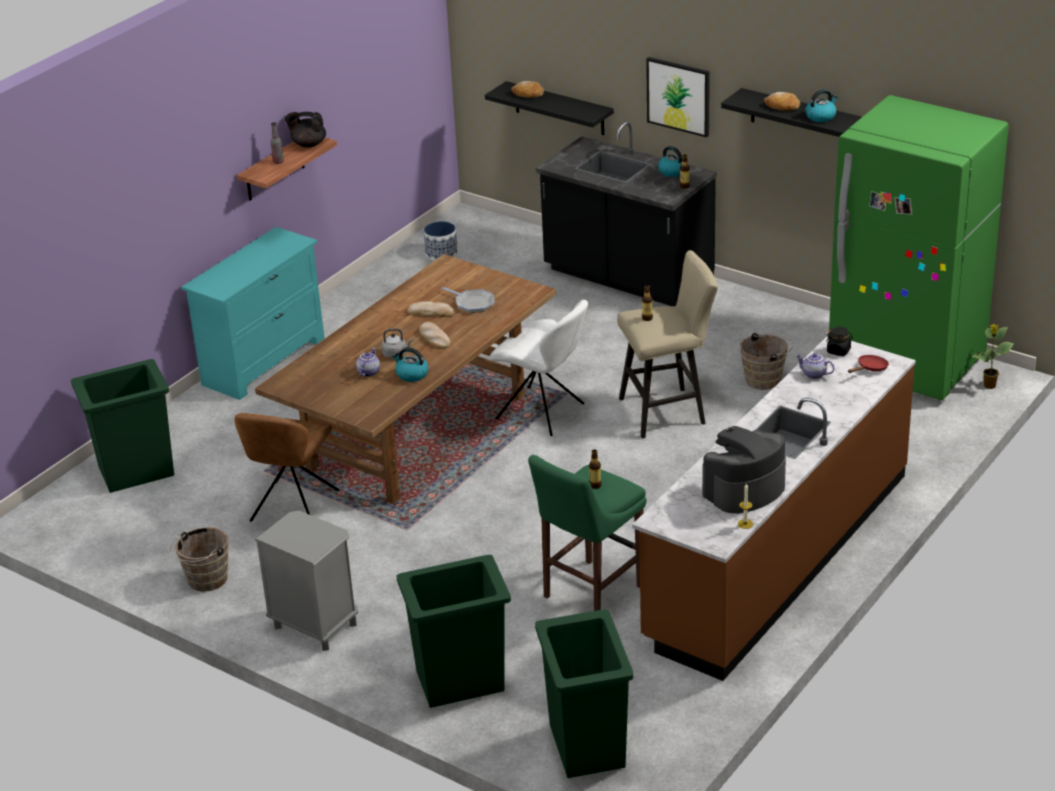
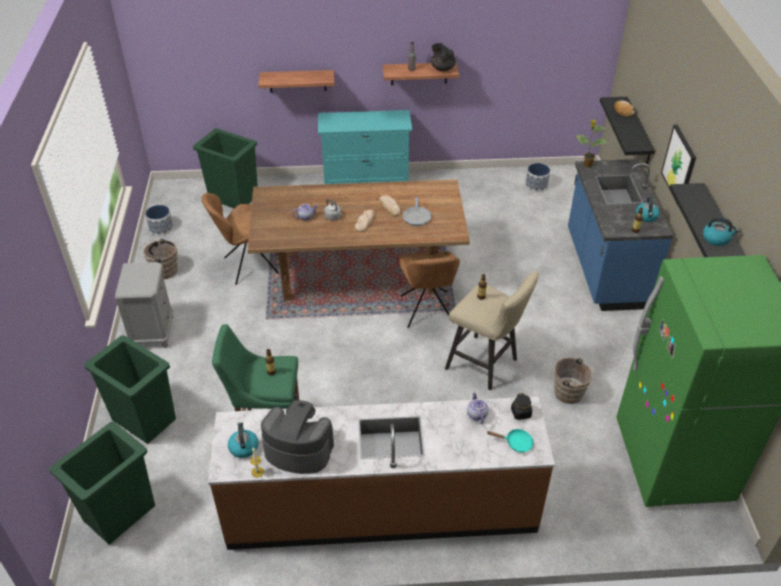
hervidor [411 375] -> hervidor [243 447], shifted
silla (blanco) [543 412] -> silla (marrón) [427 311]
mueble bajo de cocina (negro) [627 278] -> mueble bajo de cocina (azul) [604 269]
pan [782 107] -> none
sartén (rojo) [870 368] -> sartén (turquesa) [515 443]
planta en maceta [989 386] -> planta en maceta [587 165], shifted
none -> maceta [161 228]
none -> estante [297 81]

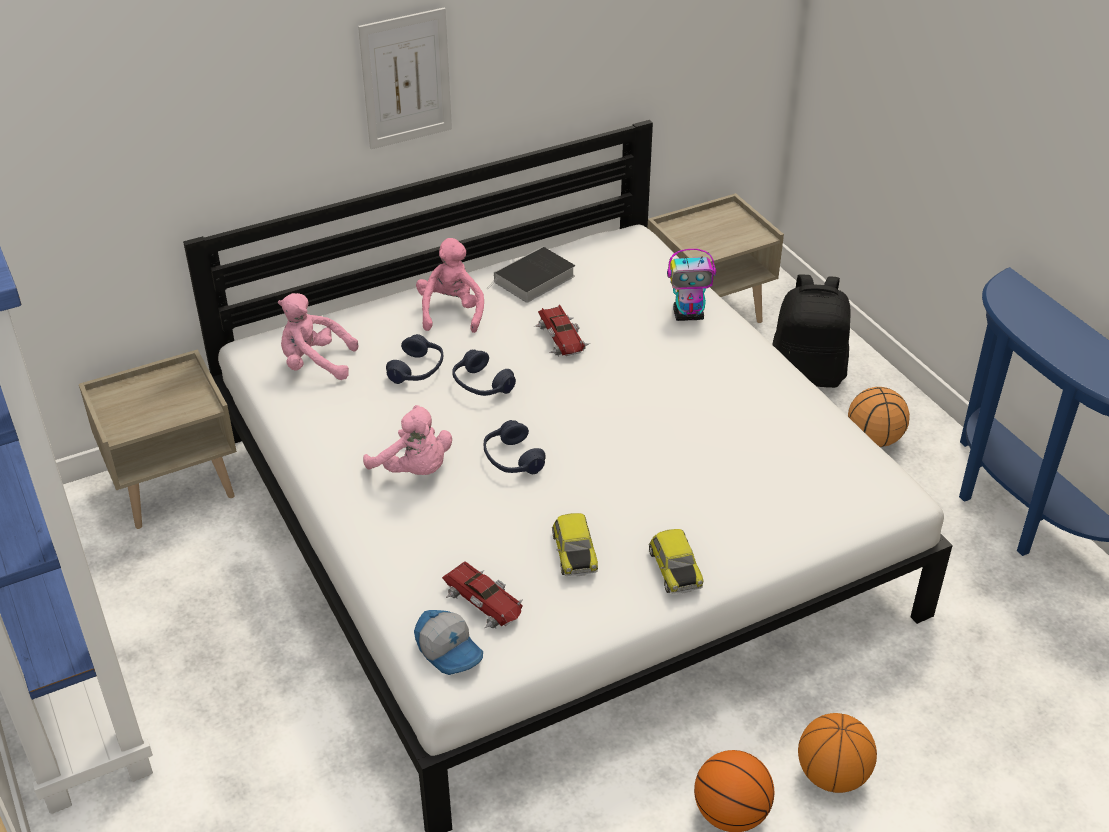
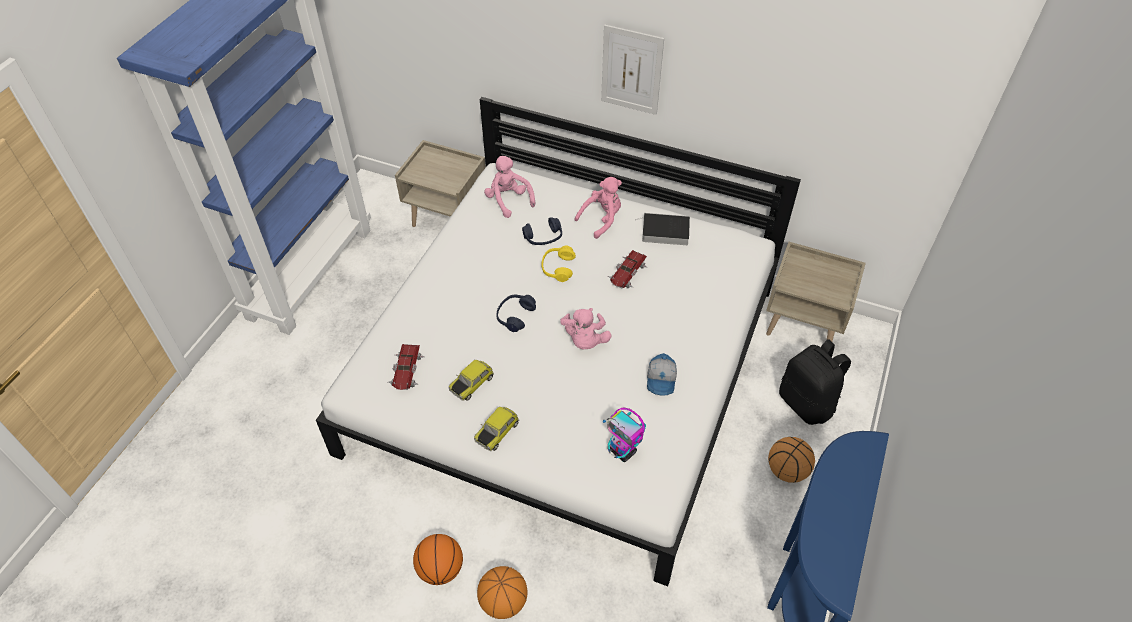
peluche (rosa) [414 470] -> peluche (rosa) [585 340], shifted
gorra [450 650] -> gorra [662 380], shifted
auriculares (azul) [481 385] -> auriculares (amarillo) [558 268]
robot de juguete [689 315] -> robot de juguete [623 451], shifted

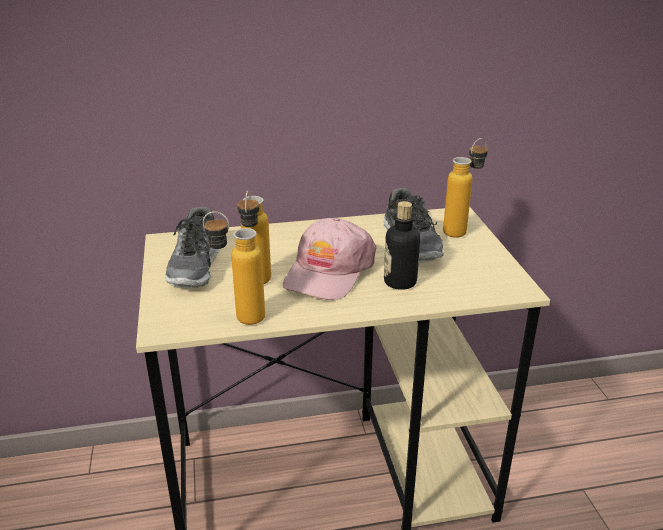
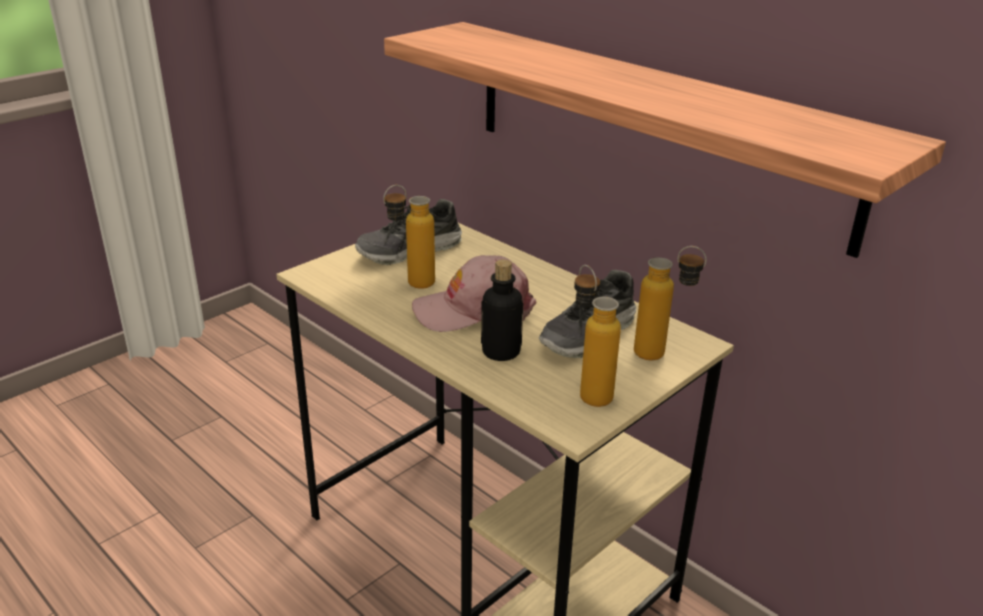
botella [238 317] -> botella [588 391], shifted
none -> estante [652 128]

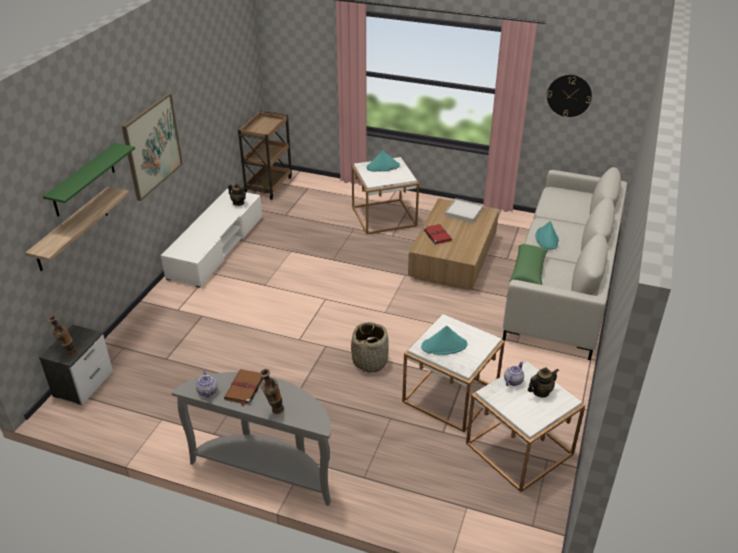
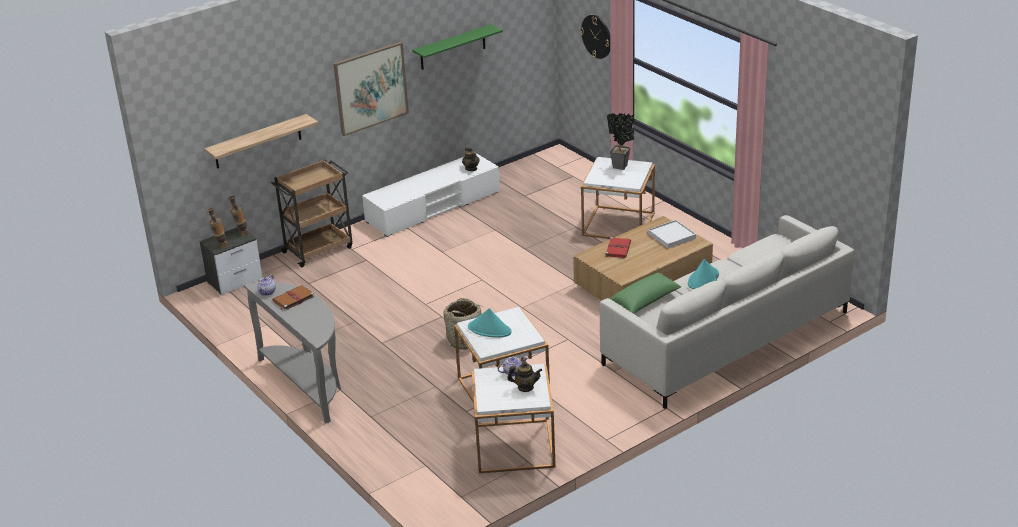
estante (verde) [83 180] -> estante (verde) [452 47], shifted
carrito (marrón) [268 185] -> carrito (marrón) [319 249], shifted
florero [274 411] -> florero [241 233], shifted
sombrero (turquesa) [383 167] -> planta en maceta [622 167]
reloj de pared [569 95] -> reloj de pared [596 36], shifted

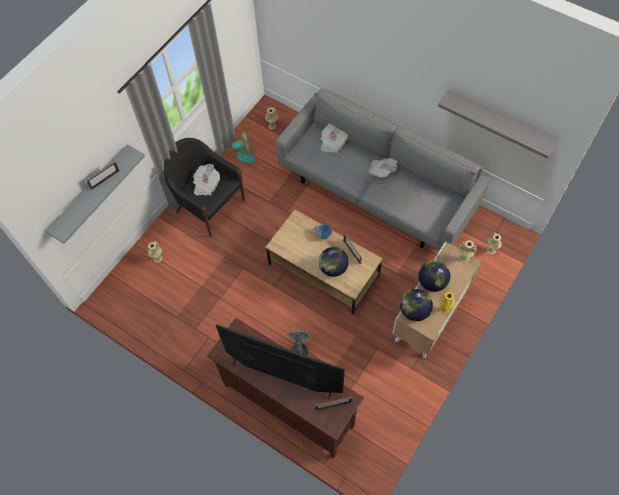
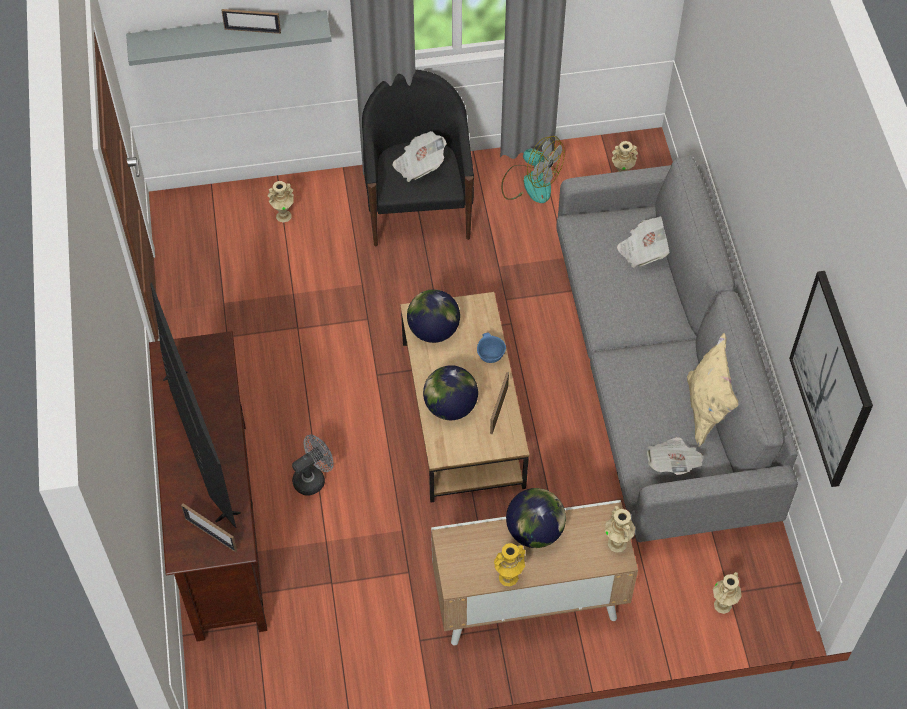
periódico [382 171] -> periódico [672 463], shifted
globo terráqueo [414 311] -> globo terráqueo [433 330], shifted
estante (gris) [499 122] -> cuadro [832 379]
none -> cojín (beis) [706 410]

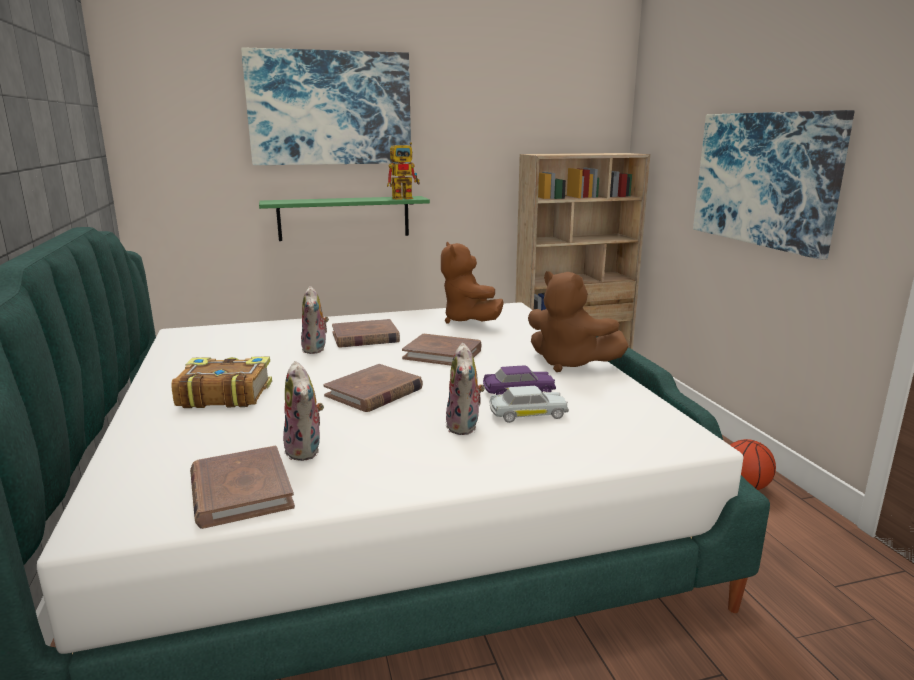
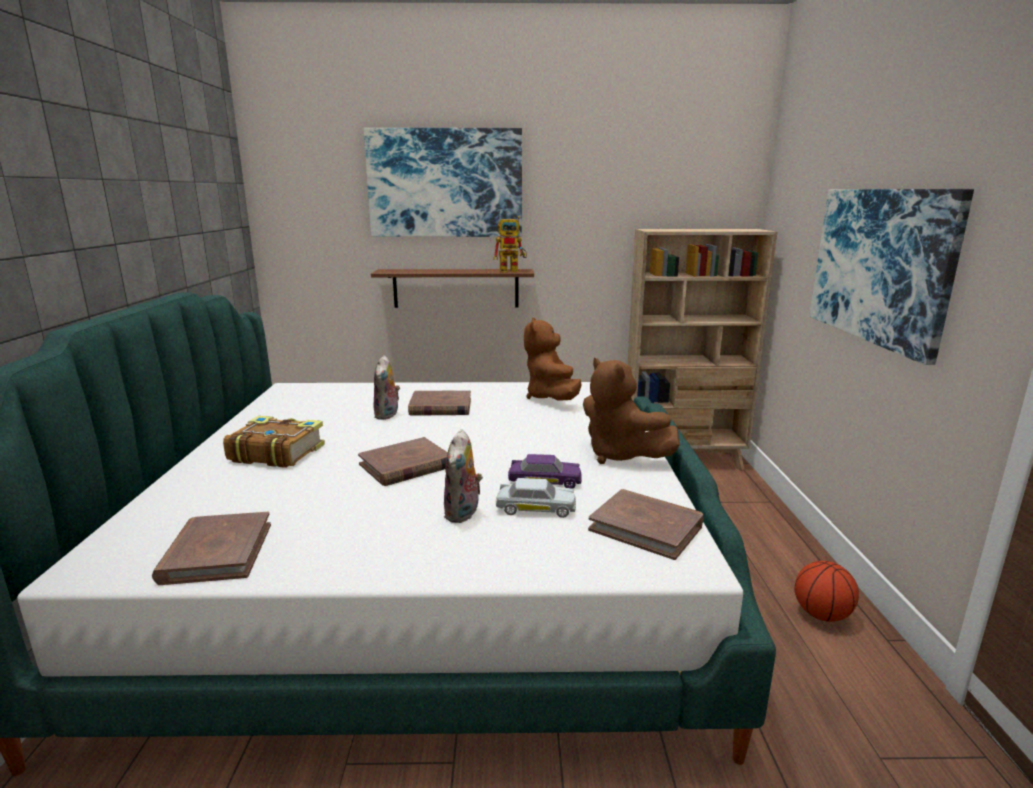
estante (verde) [344 218] -> estante (marrón) [456 288]
peluche [306 450] -> none
libro (marrón) [442 354] -> libro (marrón) [646 527], shifted

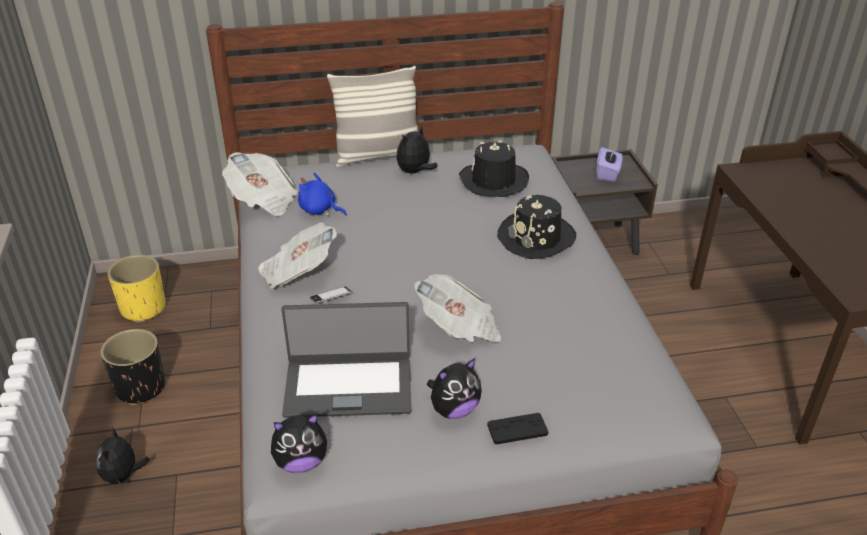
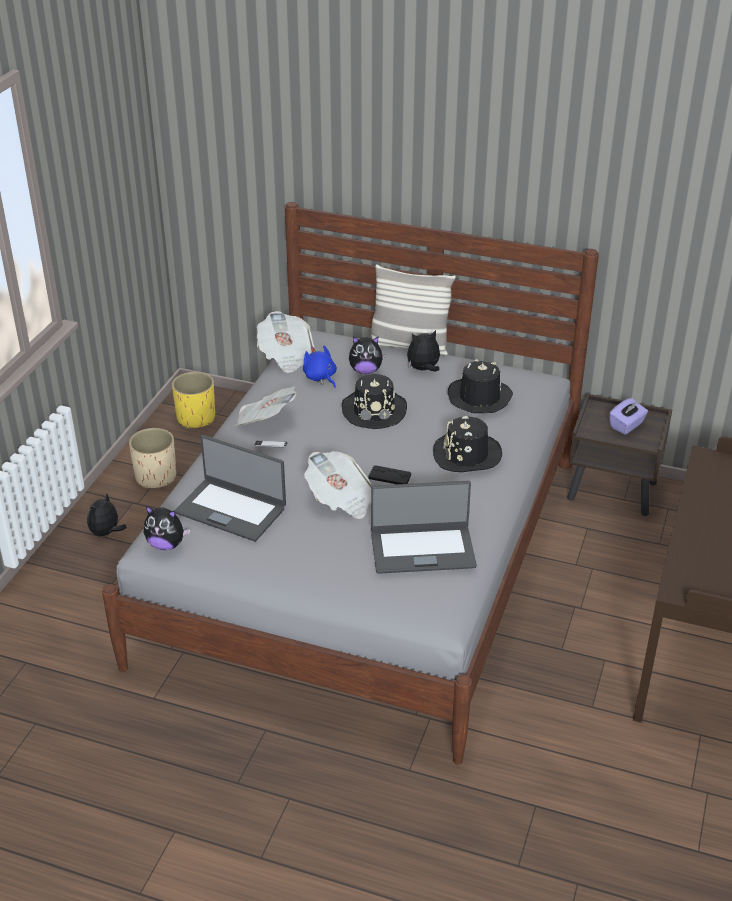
maceta (negro) [140 387] -> maceta (beis) [155 477]
peluche [454 410] -> peluche [365 371], shifted
mando de consola (negro) [517 429] -> mando de consola (negro) [389 476], shifted
none -> sombrero (negro) [374 410]
none -> portátil [422 549]

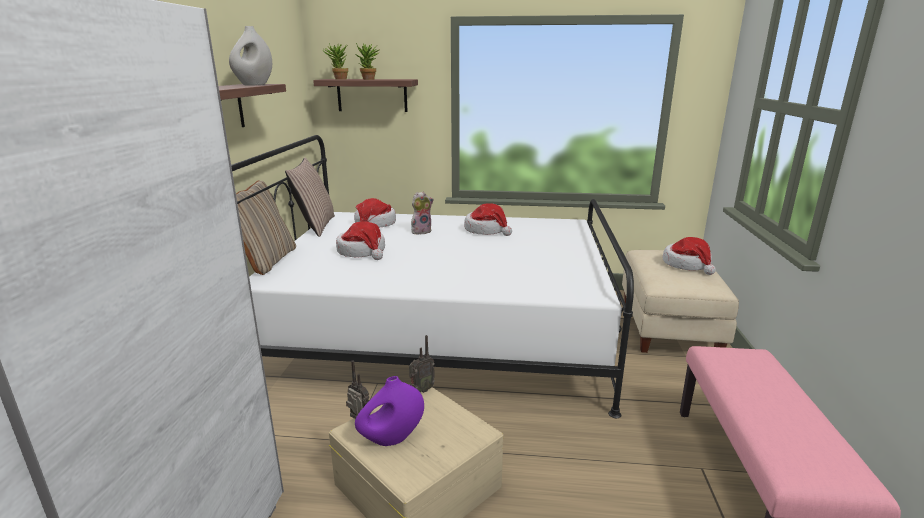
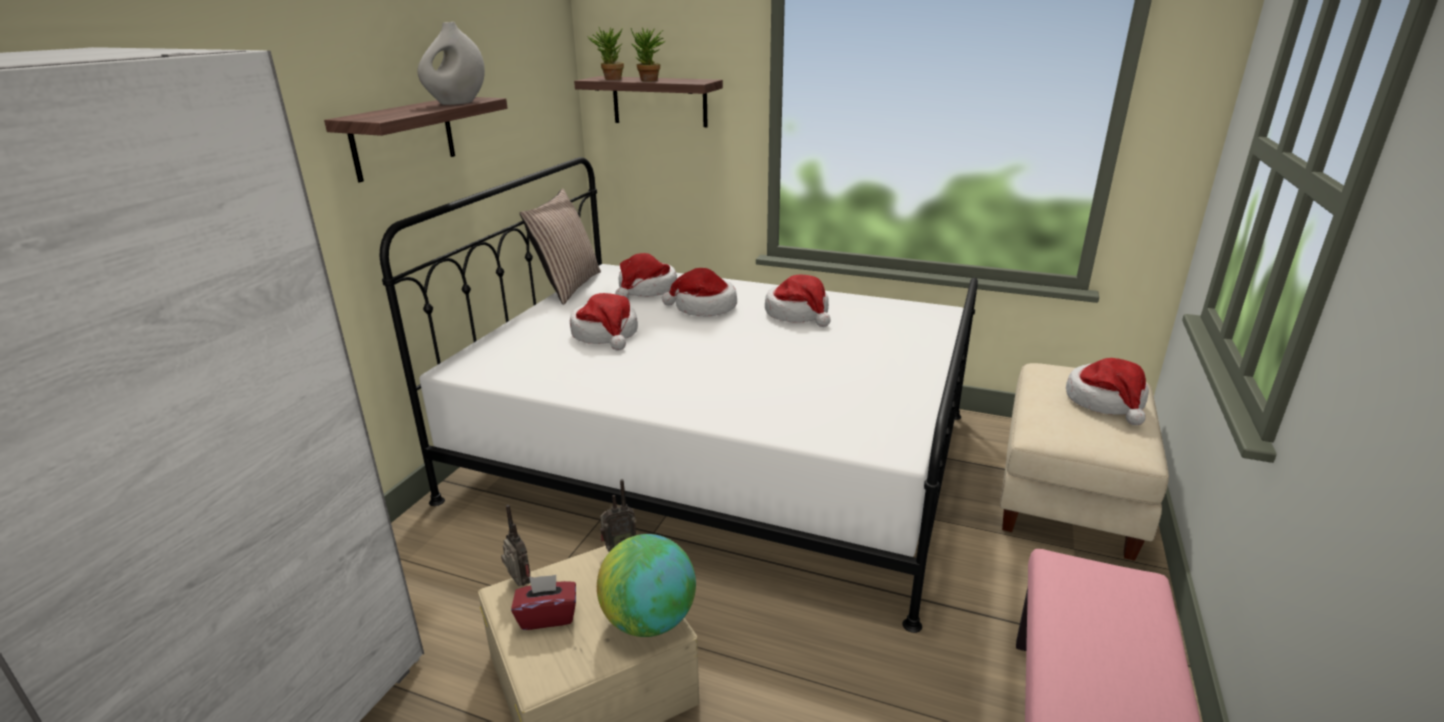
cojín (beis) [266 261] -> none
florero (morado) [391 439] -> caja de pañuelos (rojo) [547 616]
peluche [421 231] -> sombrero [703 307]
none -> globo terráqueo [649 621]

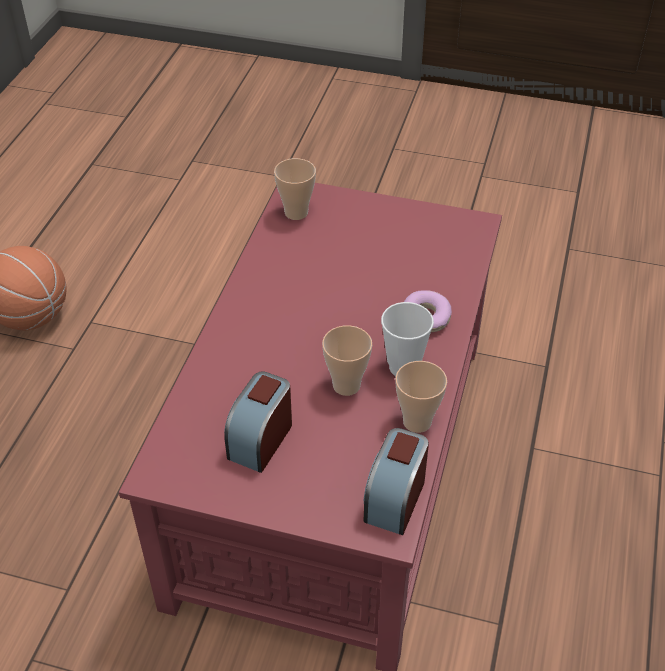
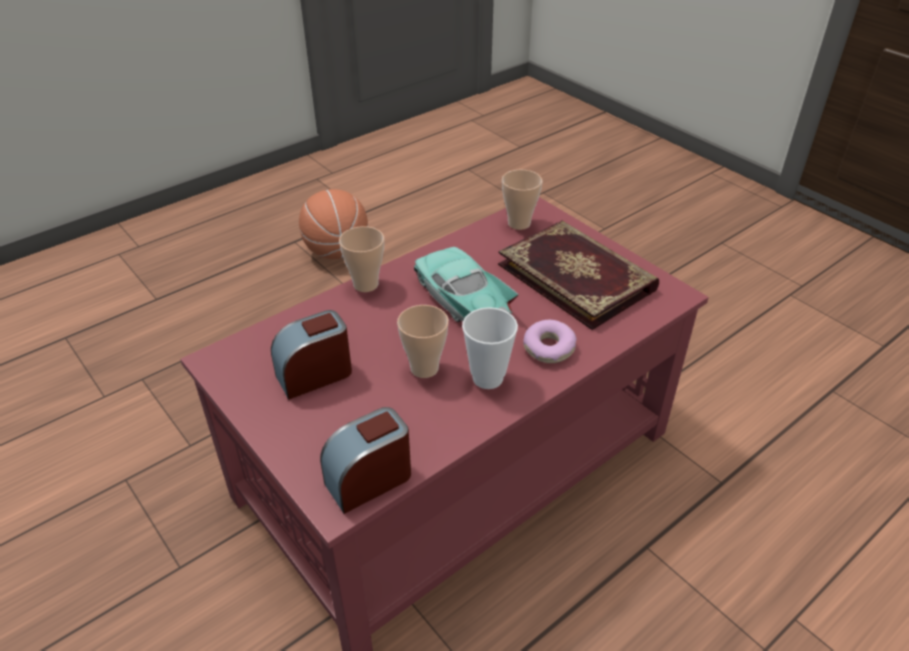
taza [417 421] -> taza [366 284], shifted
none -> coche de juguete (turquesa) [462 299]
none -> libro [577 276]

